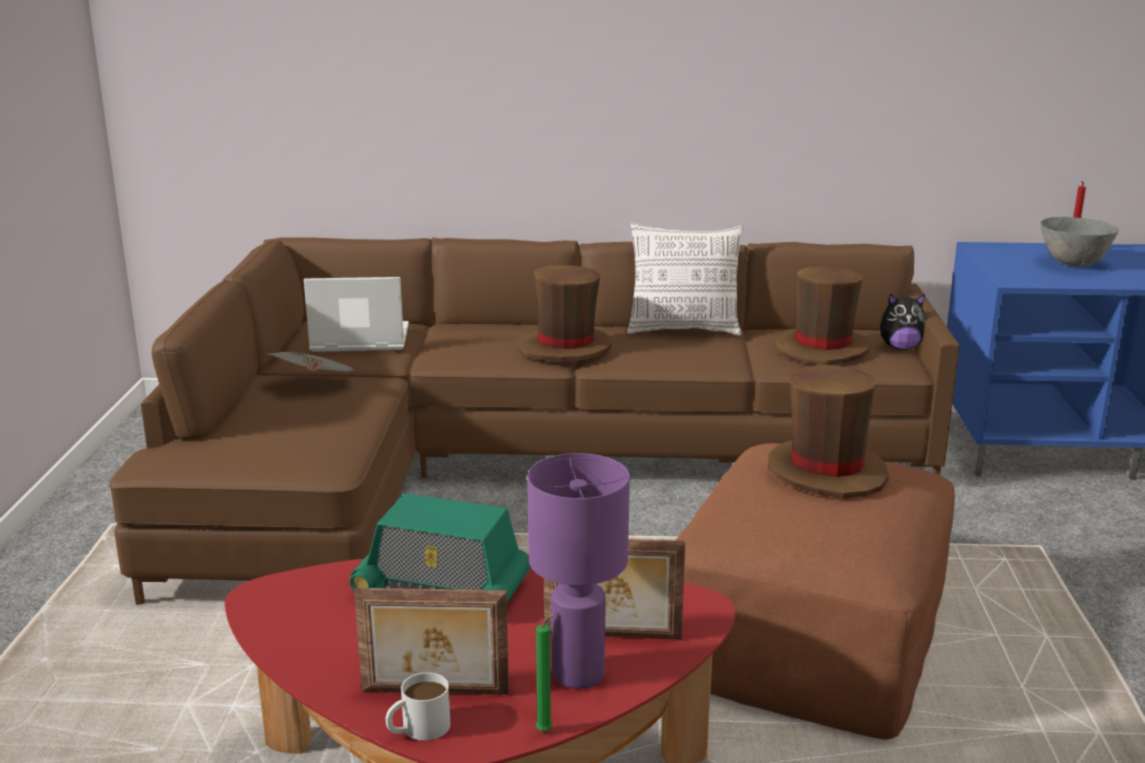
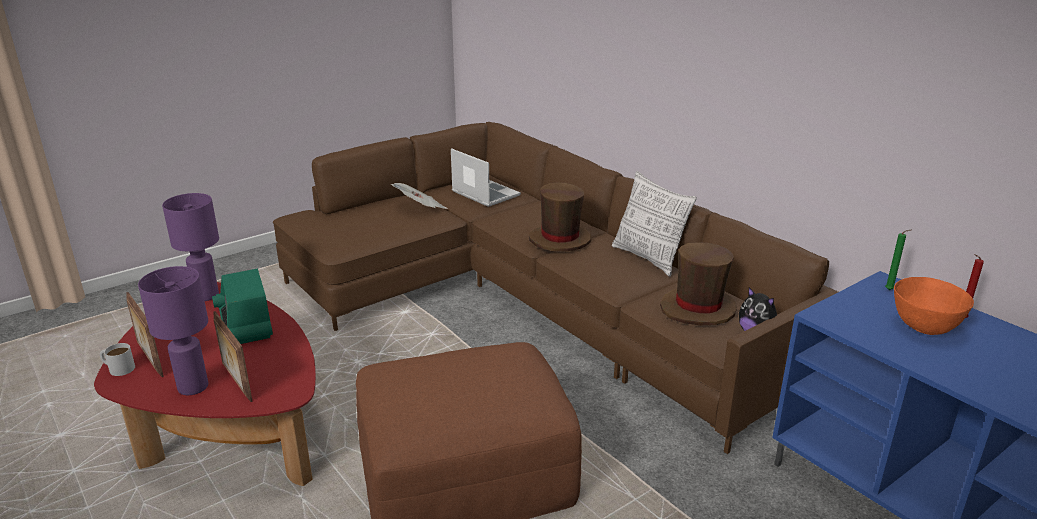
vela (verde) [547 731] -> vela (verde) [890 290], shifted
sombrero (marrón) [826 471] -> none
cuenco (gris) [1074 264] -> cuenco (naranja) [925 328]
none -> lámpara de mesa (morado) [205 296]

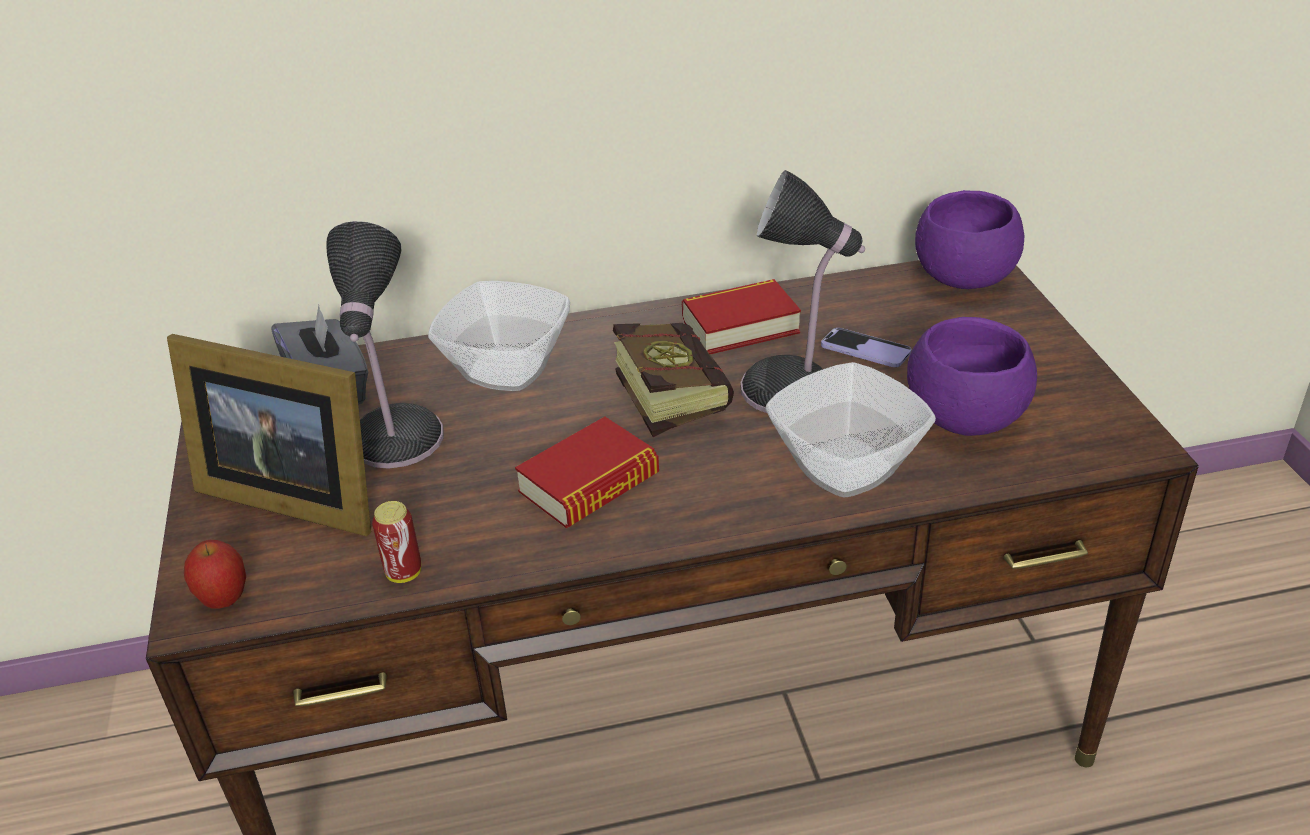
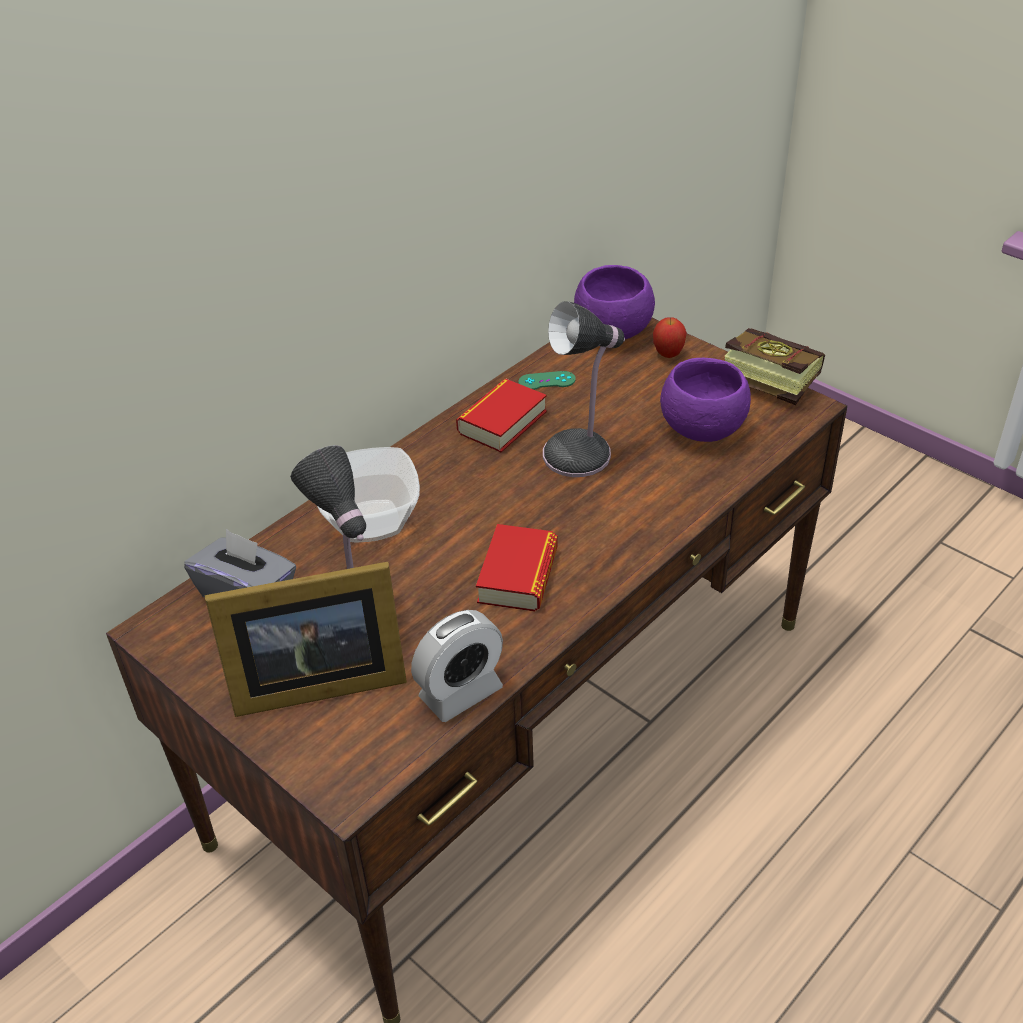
manzana [225 600] -> manzana [668 355], shifted
lata [404 573] -> despertador [461 692]
libro [666 396] -> libro [760 381], shifted
cuenco [848 468] -> none
móvil [865 350] -> none
none -> mando de consola (verde) [547 381]

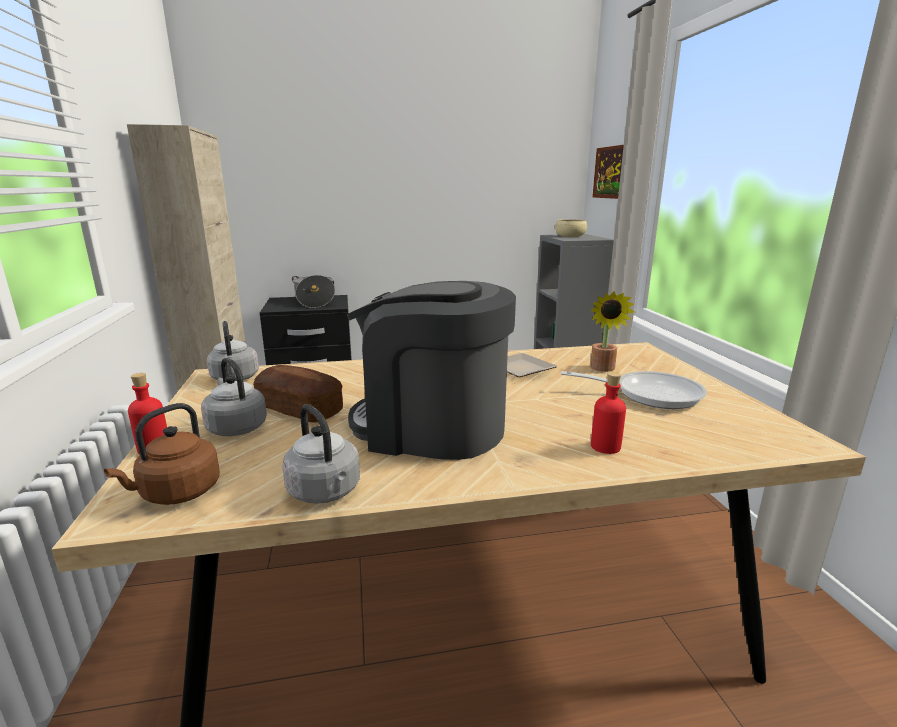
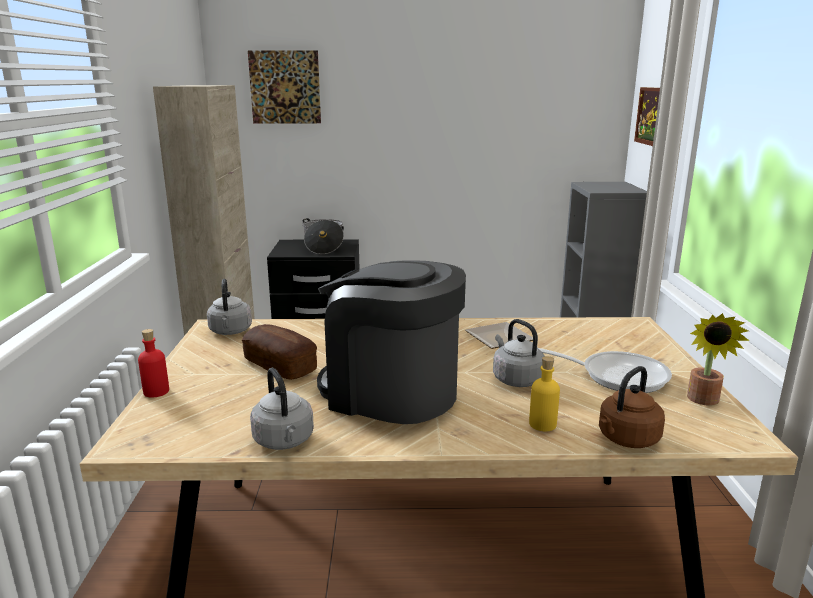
hervidor (marrón) [177 493] -> hervidor (marrón) [626 439], shifted
hervidor (gris) [236 427] -> hervidor (gris) [515 379], shifted
cuenco (beis) [570 236] -> none
planta en maceta [603 369] -> planta en maceta [703 401], shifted
botella (rojo) [605 446] -> botella (amarillo) [542 424]
none -> cuadro [285 87]

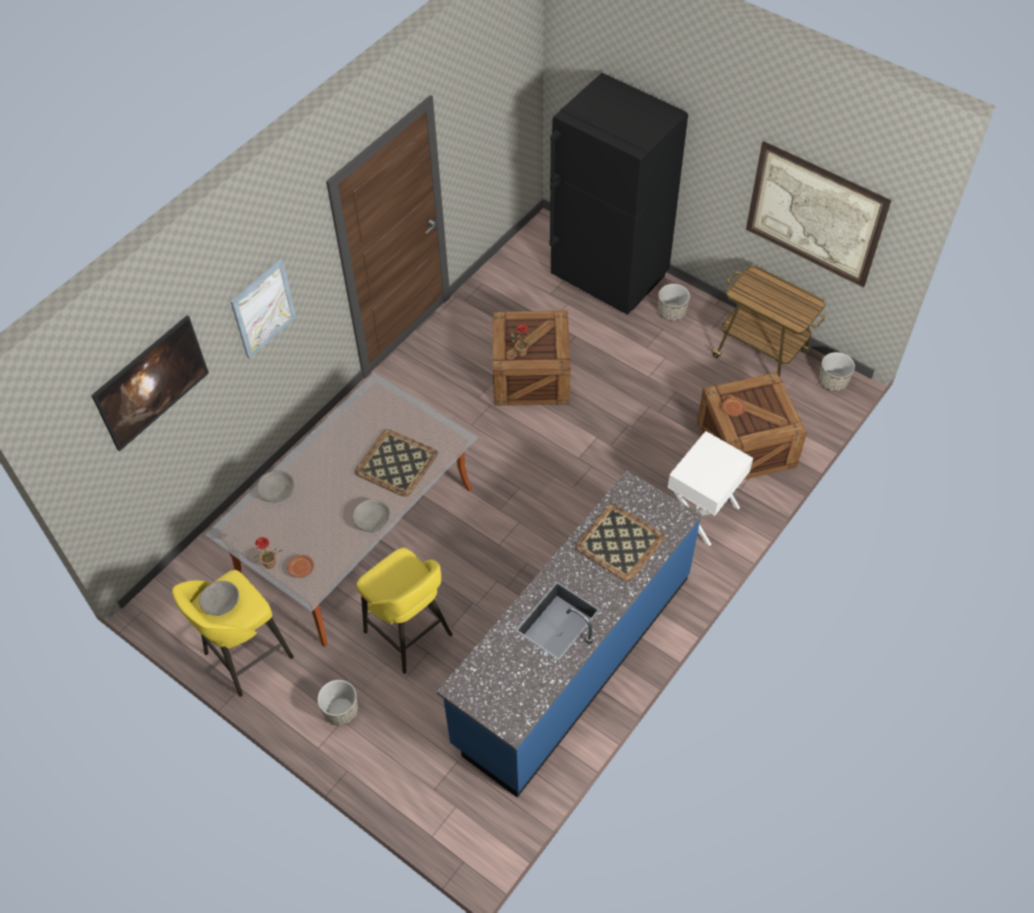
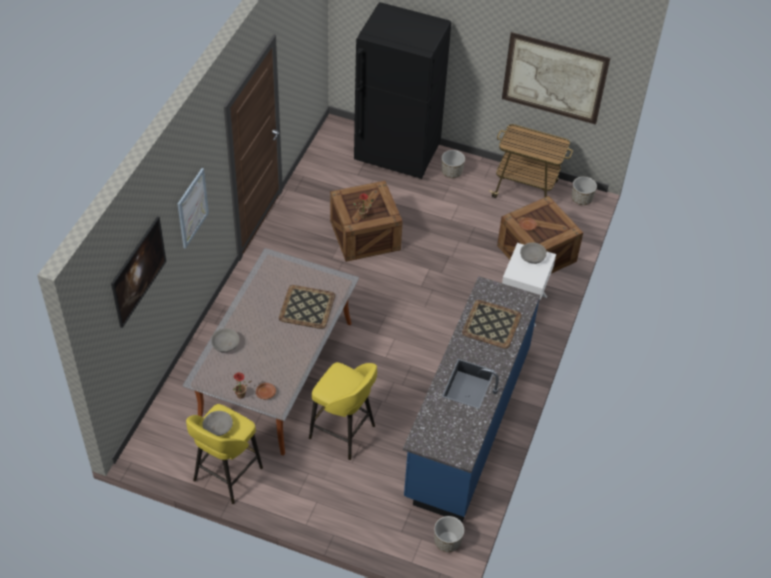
maceta [341 710] -> maceta [447 541], shifted
cuenco (gris) [372 520] -> cuenco (gris) [532 257], shifted

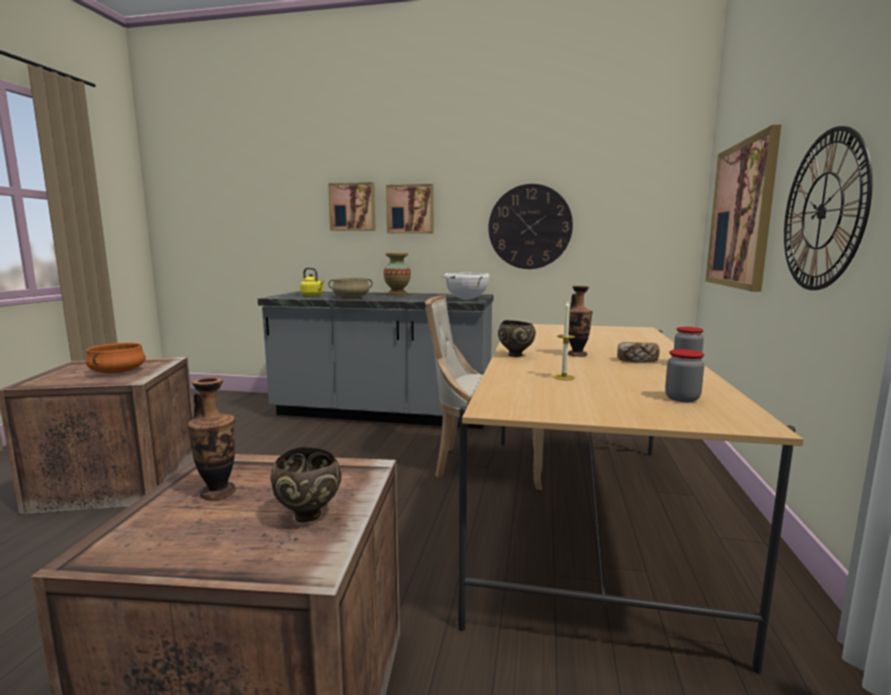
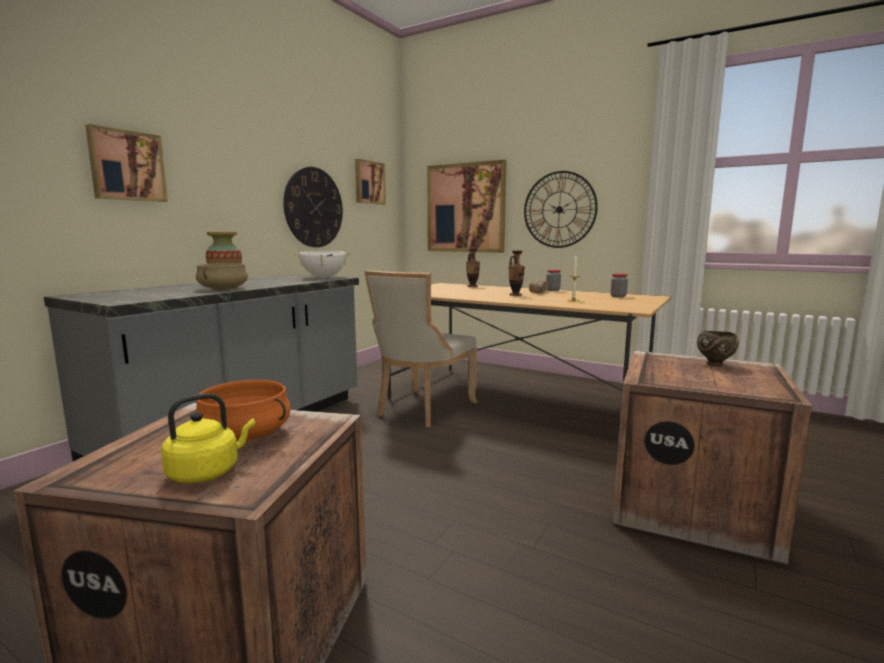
florero [218 493] -> florero [472 286], shifted
hervidor (amarillo) [313 295] -> hervidor (amarillo) [207 472], shifted
cuadro [410 209] -> cuadro [369 182], shifted
cuenco (marrón) [516 355] -> none

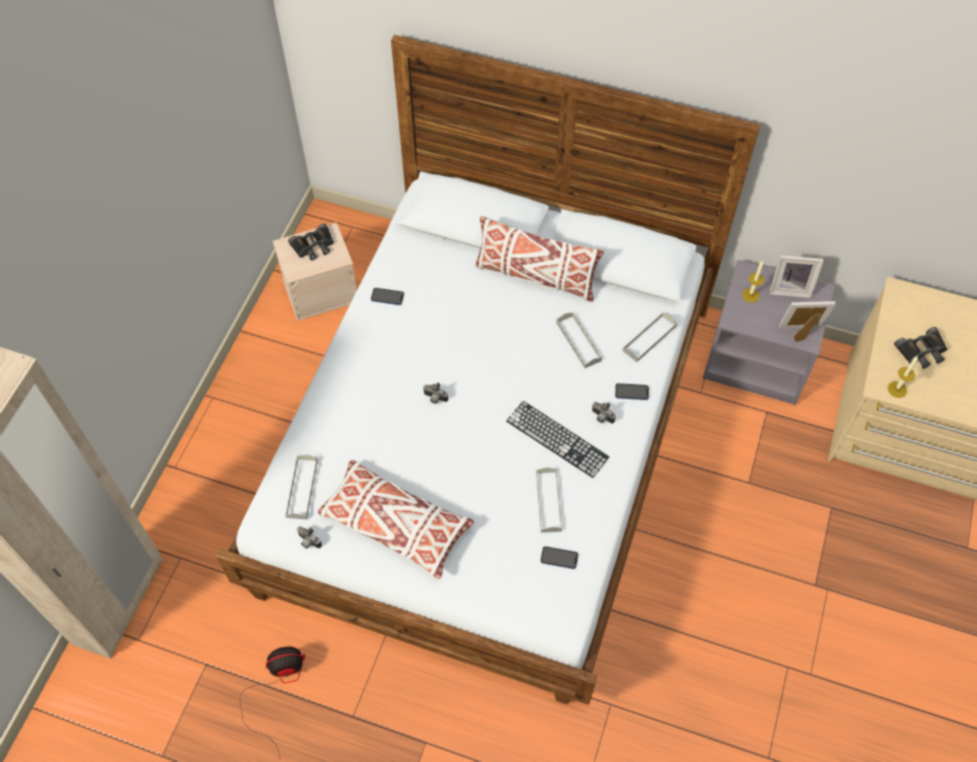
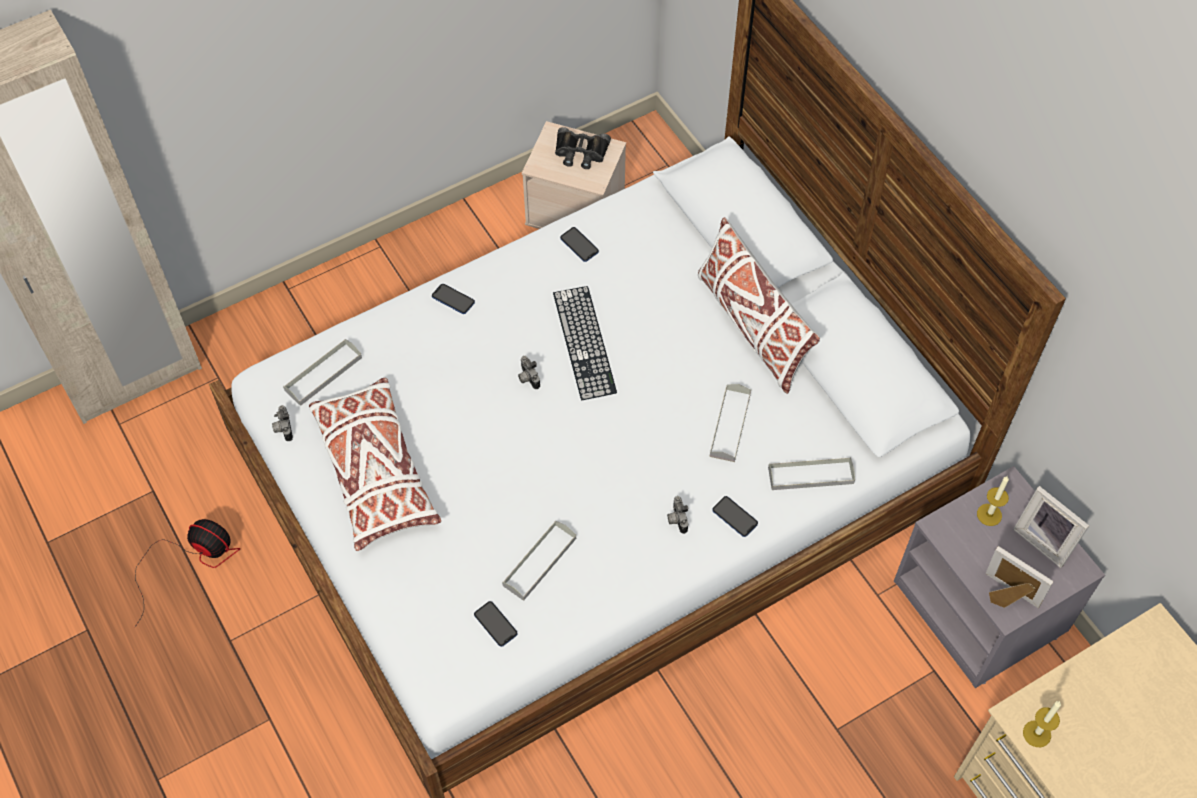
teclado [557 439] -> teclado [584 342], shifted
prismáticos (negro) [922 351] -> none
none -> móvil [453 299]

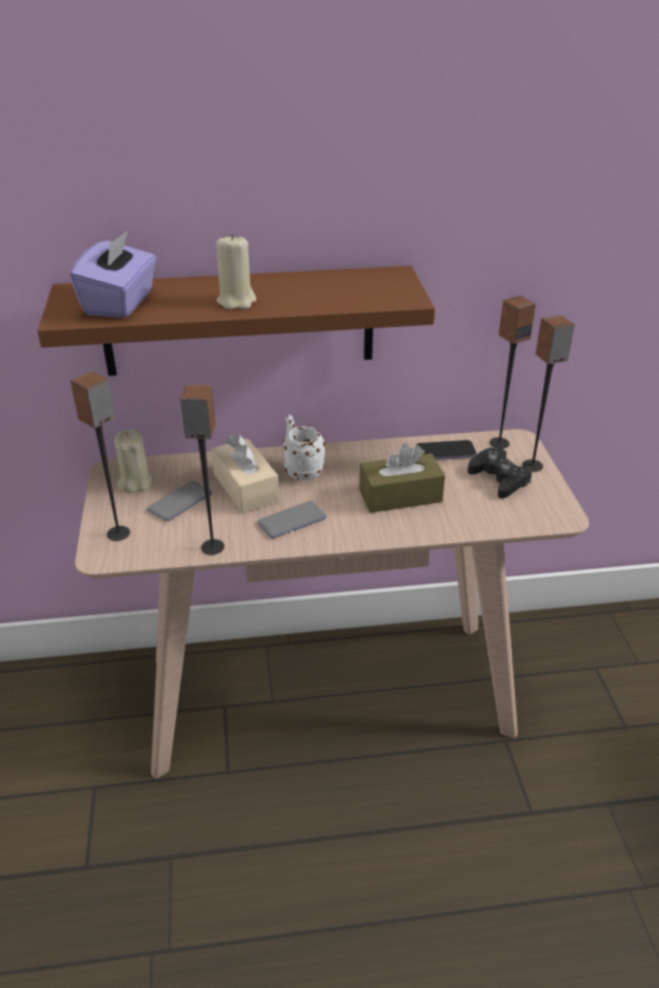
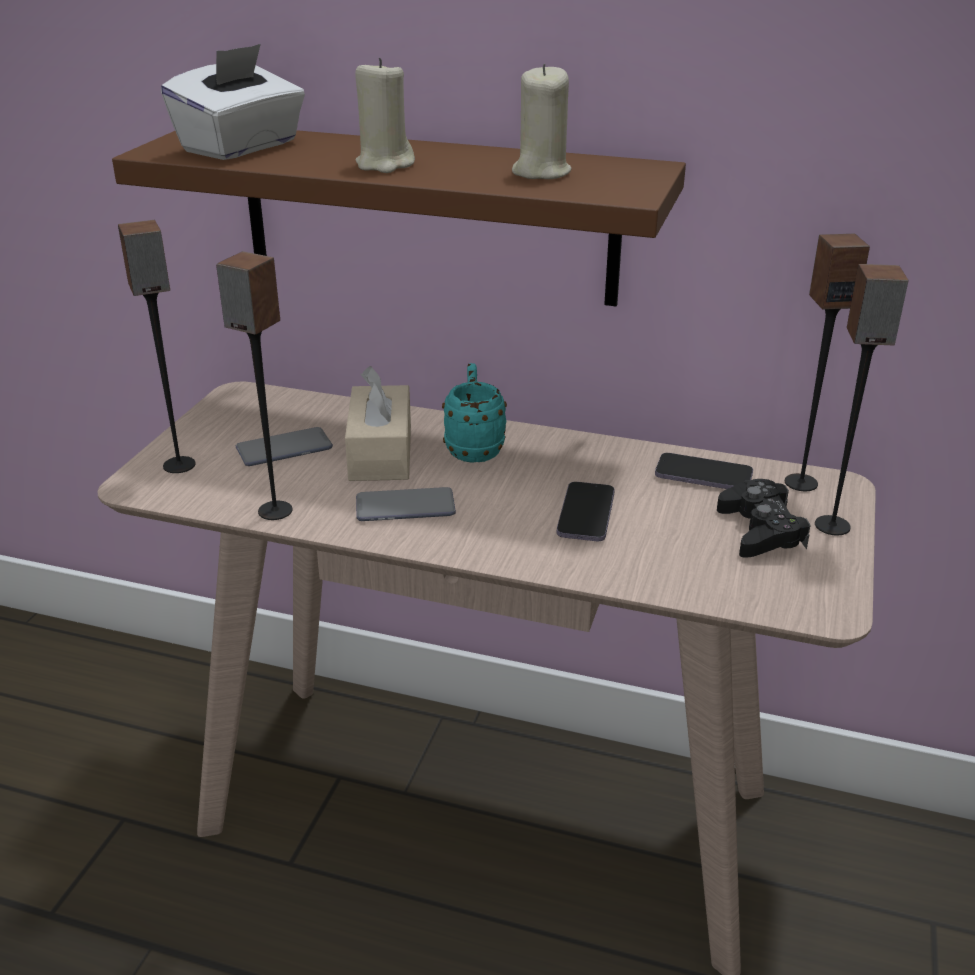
caja de pañuelos (morado) [120 303] -> caja de pañuelos (blanco) [241 147]
vela (beis) [135 483] -> vela (beis) [541 172], shifted
taza grande (blanco) [301 468] -> taza grande (turquesa) [474 447]
caja de pañuelos (marrón) [400 496] -> móvil [586 514]

